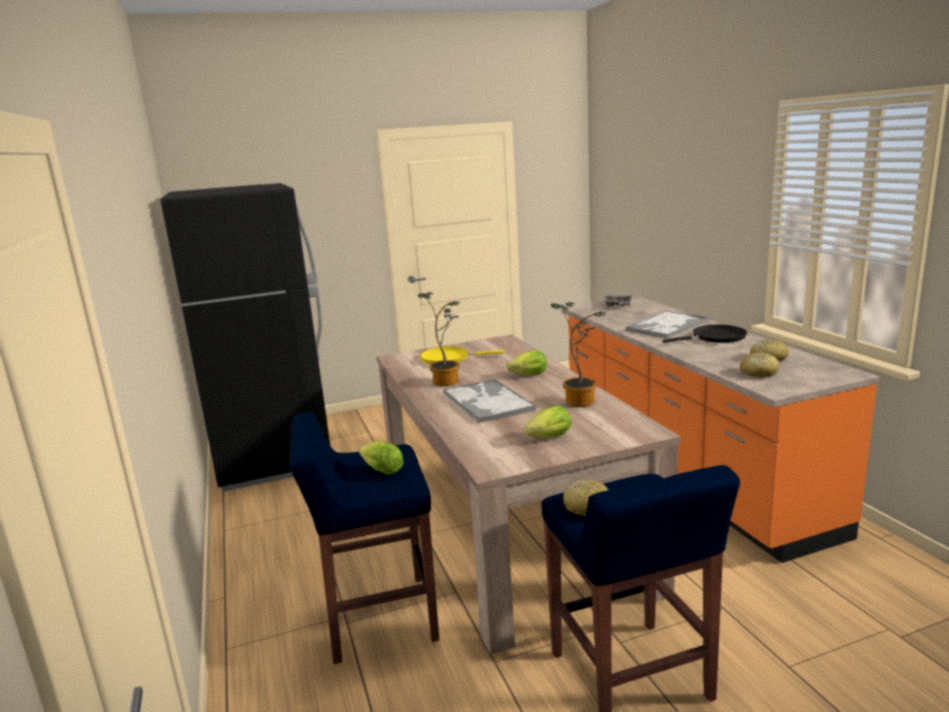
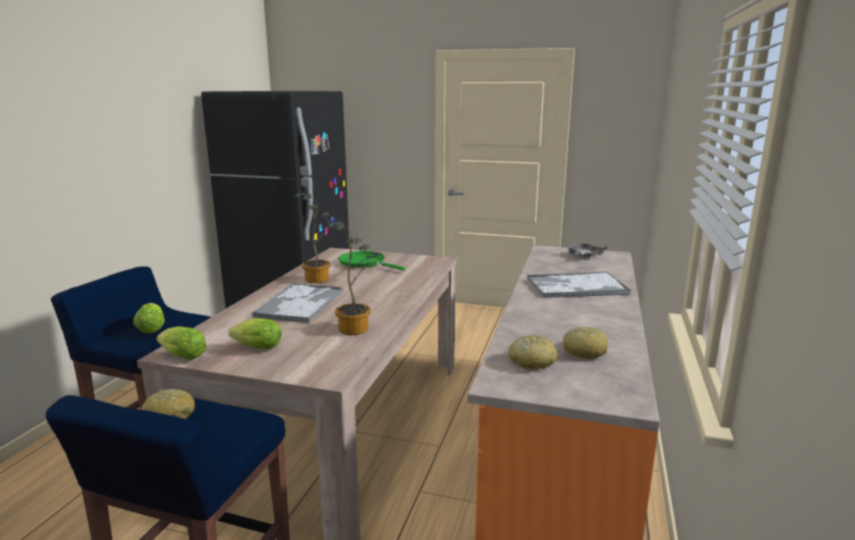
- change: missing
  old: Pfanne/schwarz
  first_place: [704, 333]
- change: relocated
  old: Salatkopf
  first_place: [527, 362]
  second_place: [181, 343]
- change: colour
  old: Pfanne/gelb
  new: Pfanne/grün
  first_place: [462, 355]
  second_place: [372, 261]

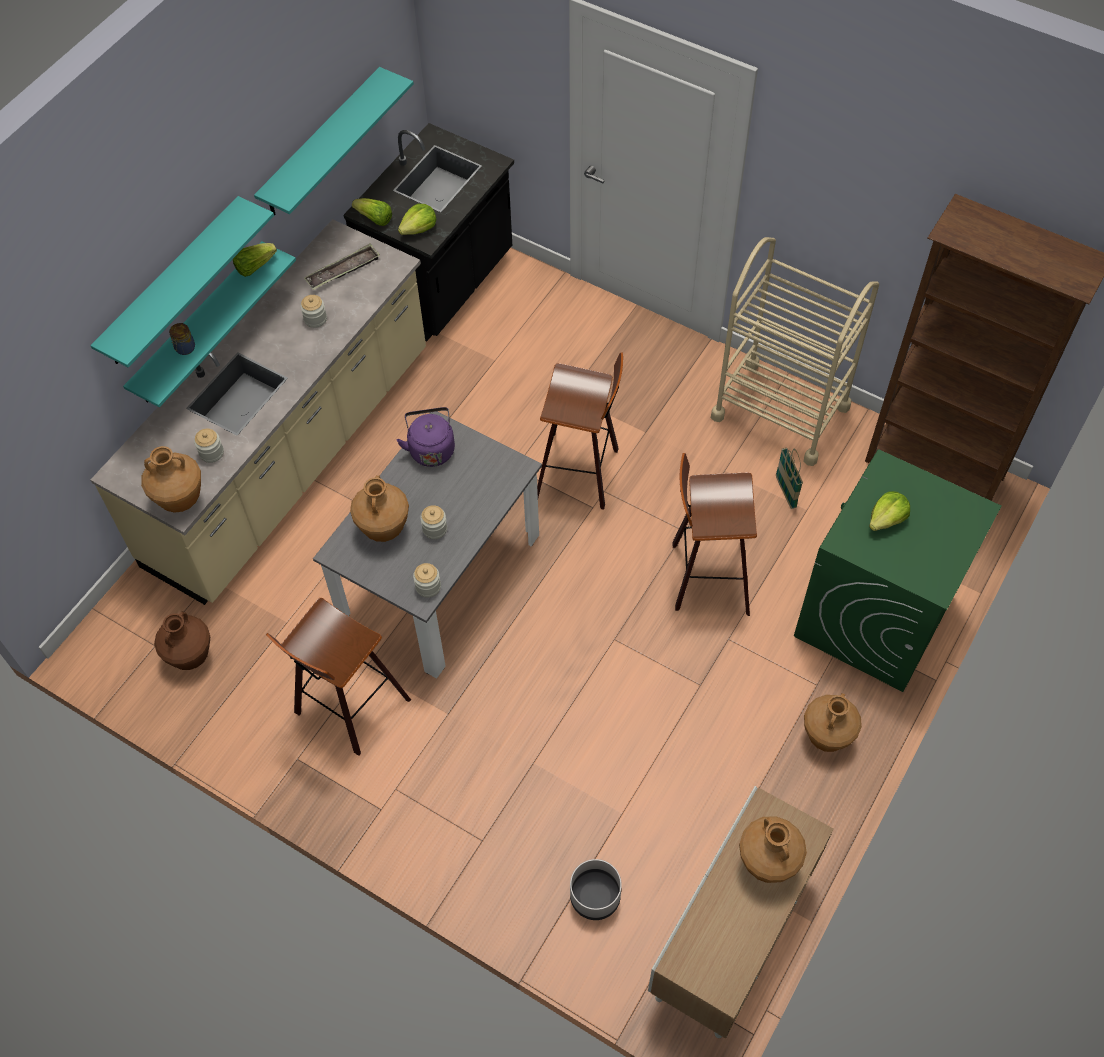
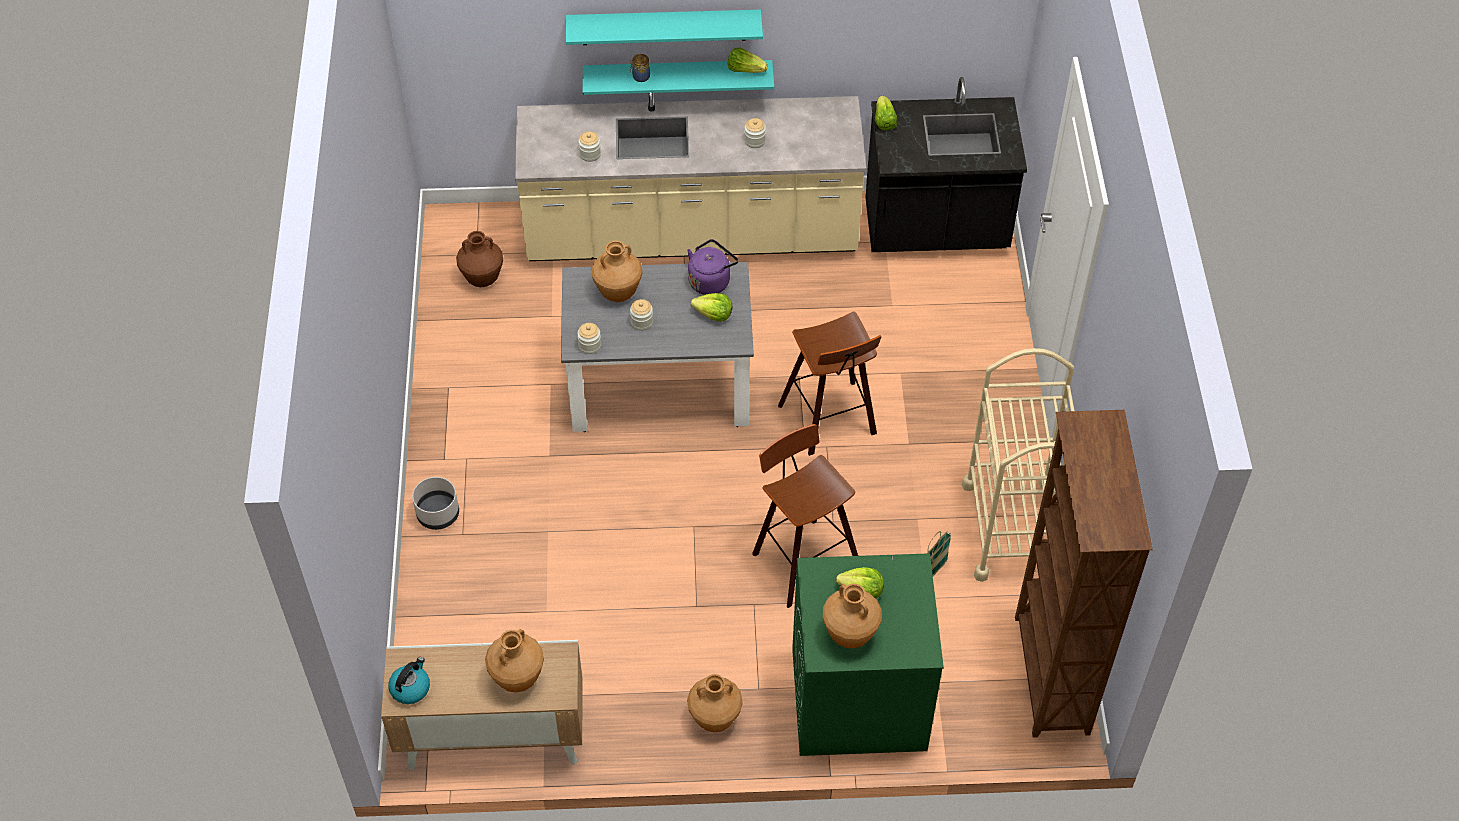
- change: missing
  old: Wandregal/türkis
  first_place: [334, 141]
- change: missing
  old: Hocker
  first_place: [338, 677]
- change: missing
  old: Tablett
  first_place: [342, 266]
- change: appeared
  new: Wasserkessel
  second_place: [409, 680]
- change: relocated
  old: Vase/braun
  first_place: [171, 479]
  second_place: [852, 616]
- change: relocated
  old: Salatkopf
  first_place: [417, 219]
  second_place: [711, 307]
- change: relocated
  old: Pflanzkübel/grau
  first_place: [596, 889]
  second_place: [435, 503]

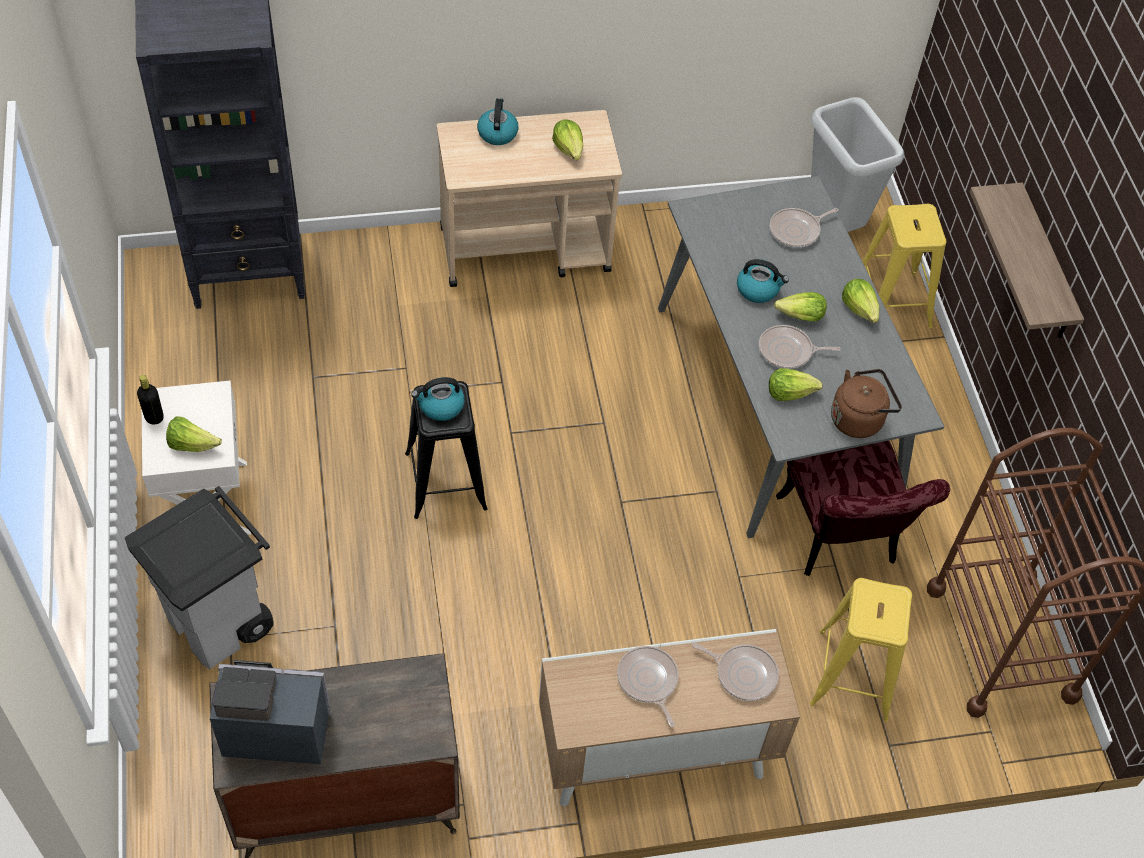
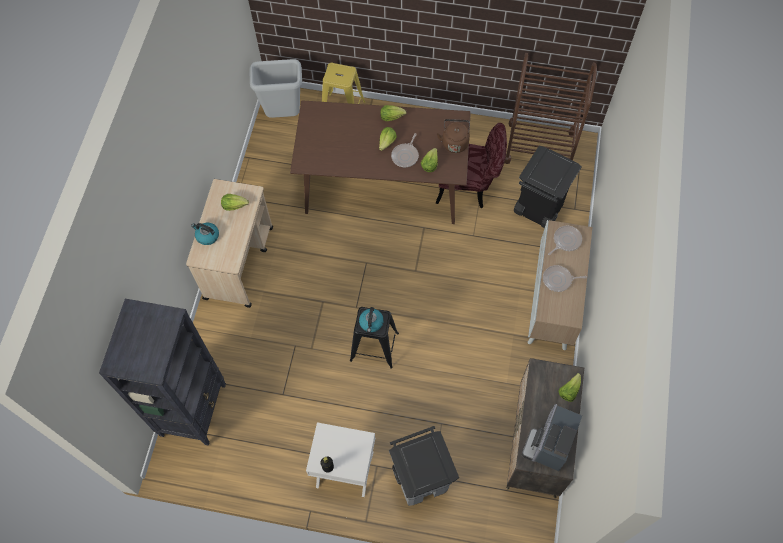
- change: missing
  old: Wasserkessel
  first_place: [763, 281]
- change: missing
  old: Pfanne
  first_place: [804, 228]
- change: missing
  old: Wandregal
  first_place: [1027, 260]
- change: relocated
  old: Salatkopf
  first_place: [194, 434]
  second_place: [569, 387]
- change: exchanged
  old: Hocker/gelb
  new: Mülleimer/schwarz
  first_place: [861, 650]
  second_place: [548, 187]
- change: colour
  old: Esstisch/grau
  new: Esstisch/braun
  first_place: [801, 357]
  second_place: [380, 162]

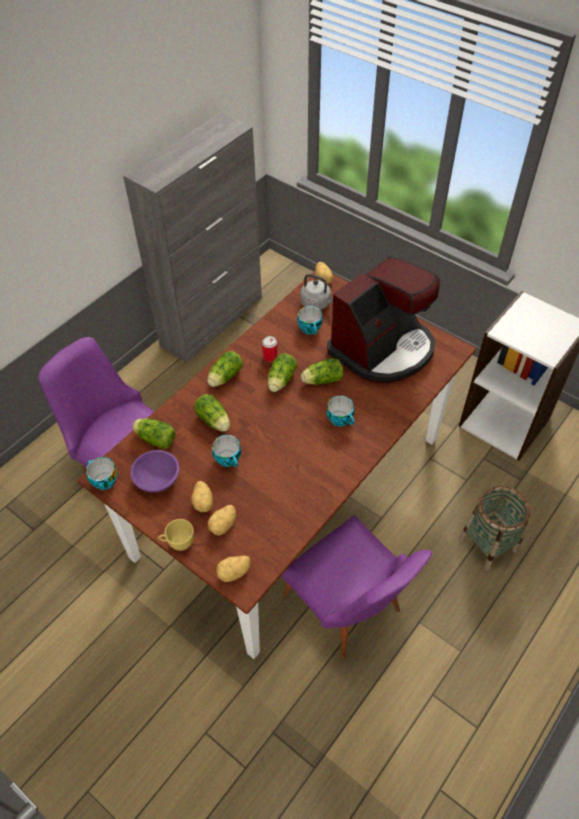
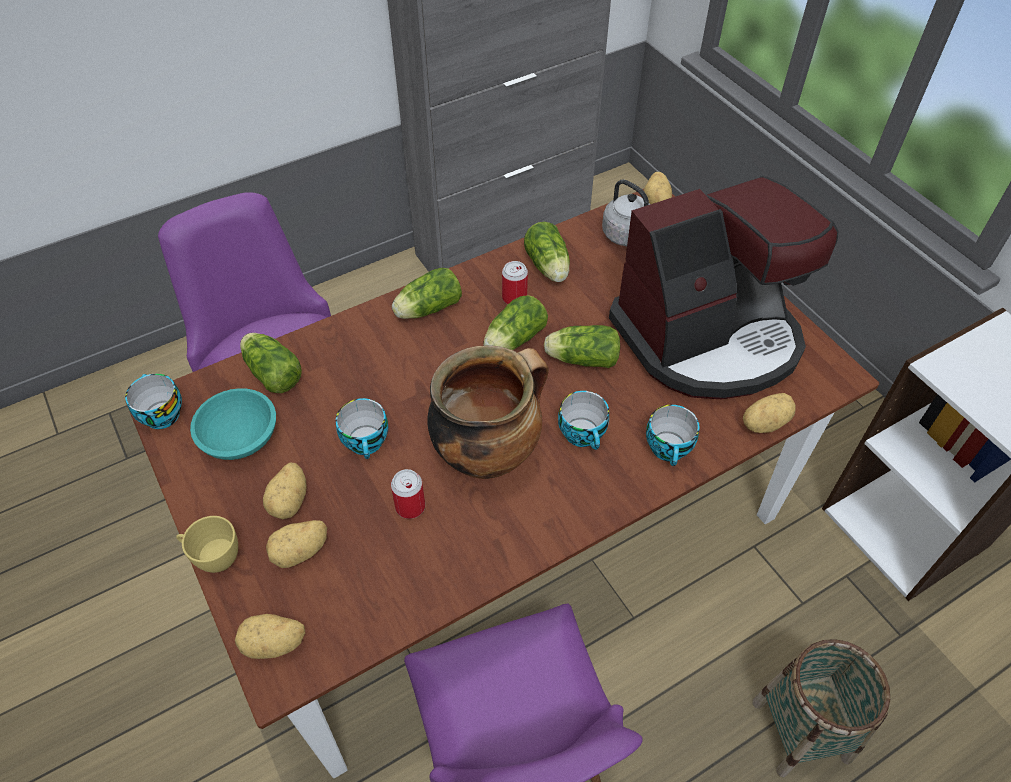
- change: appeared
  new: Dose
  second_place: [408, 494]
- change: appeared
  new: Kochtopf
  second_place: [488, 412]
- change: appeared
  new: Kartoffel
  second_place: [769, 413]
- change: relocated
  old: Salatkopf
  first_place: [212, 413]
  second_place: [547, 252]
- change: relocated
  old: Tasse
  first_place: [310, 320]
  second_place: [673, 435]
- change: colour
  old: Schüssel/lila
  new: Schüssel/türkis
  first_place: [154, 471]
  second_place: [233, 424]

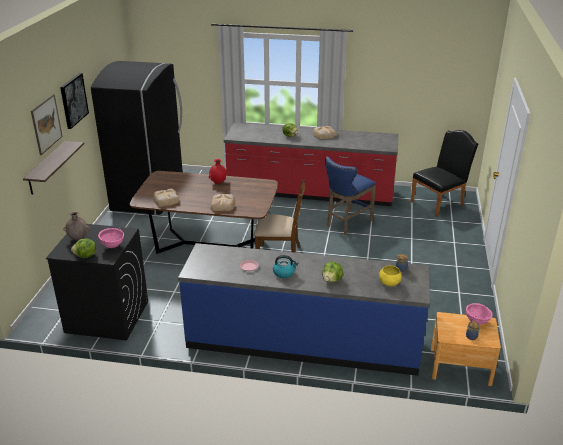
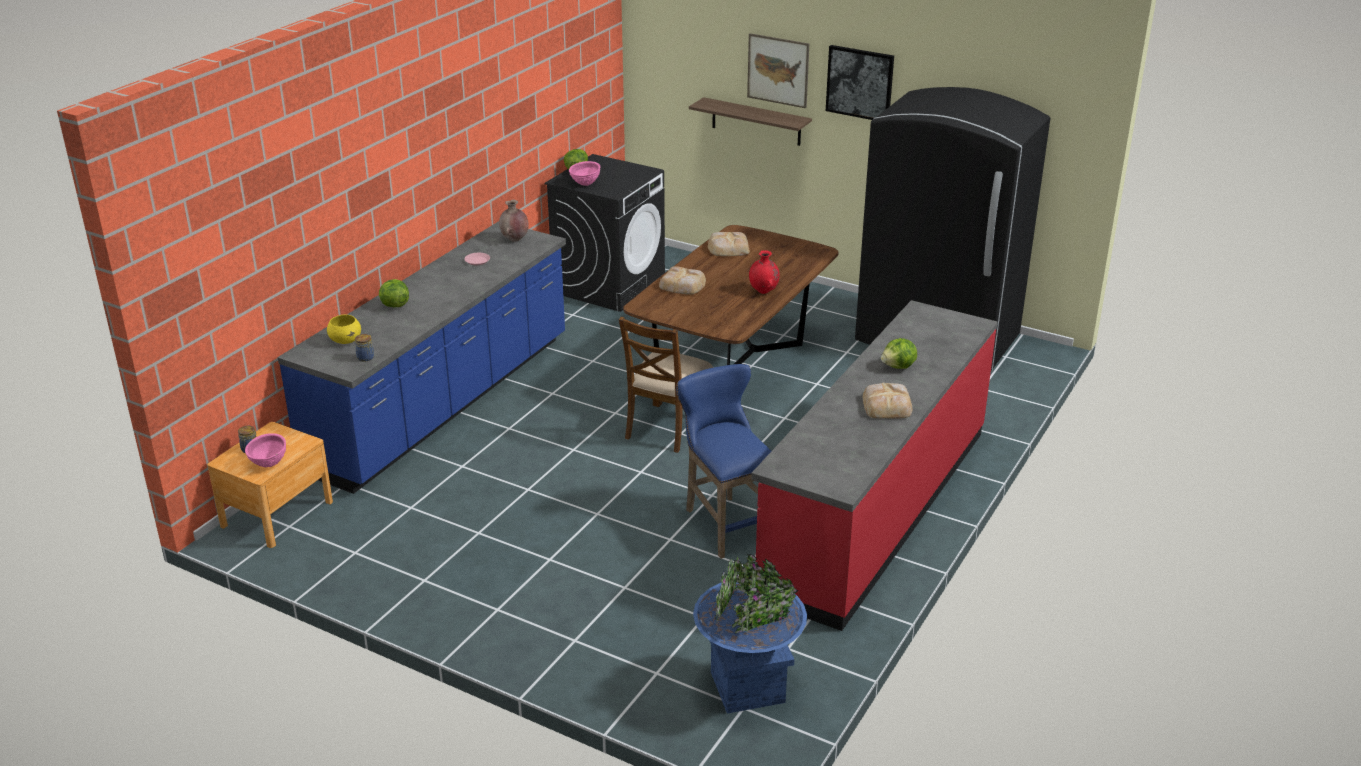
- change: missing
  old: Wasserkessel
  first_place: [285, 266]
- change: relocated
  old: Vase/braun
  first_place: [76, 225]
  second_place: [514, 221]
- change: exchanged
  old: Stuhl/schwarz
  new: Pflanzkübel/blau
  first_place: [444, 173]
  second_place: [750, 634]

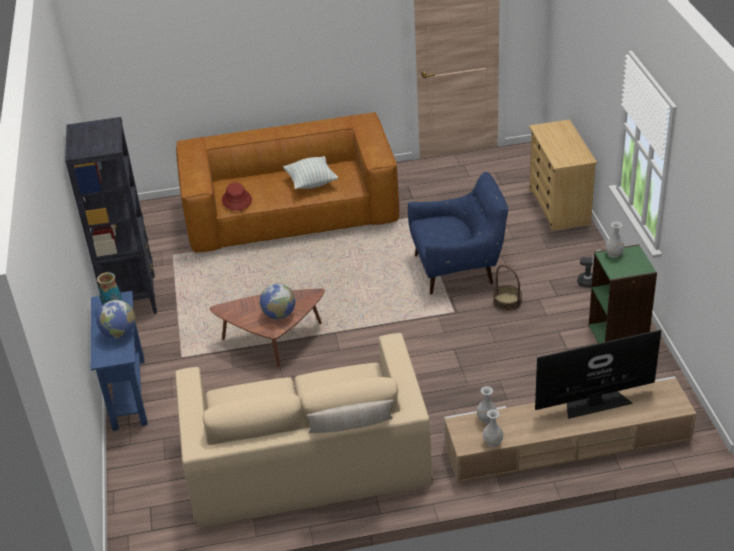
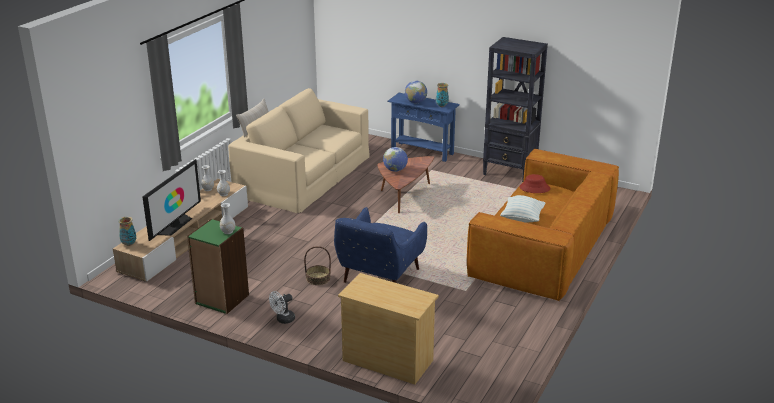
- change: appeared
  new: Vase
  second_place: [127, 231]

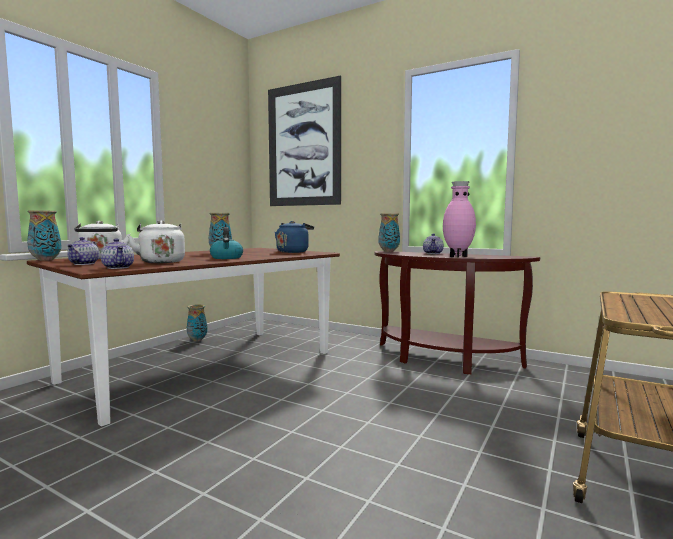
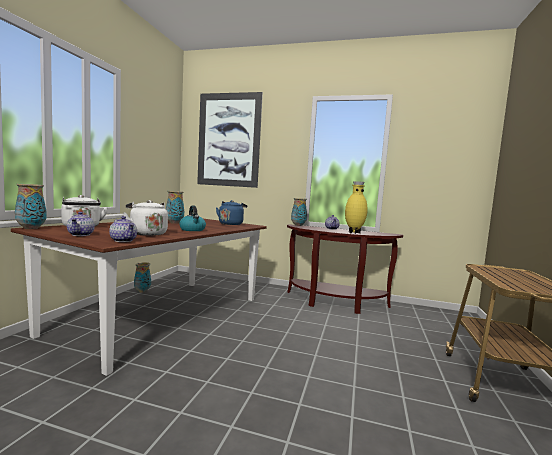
- change: colour
  old: Vase/rosa
  new: Vase/gelb
  first_place: [459, 219]
  second_place: [356, 207]

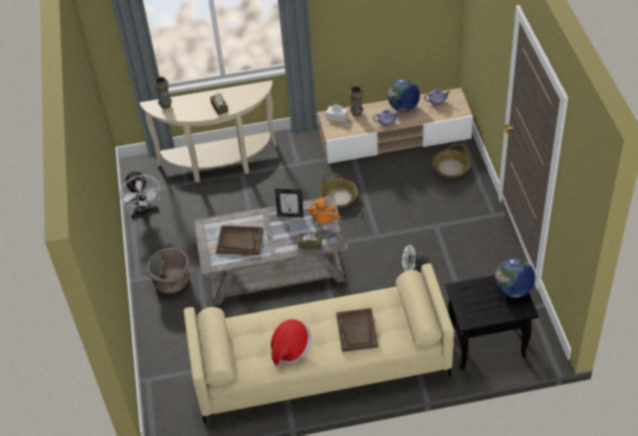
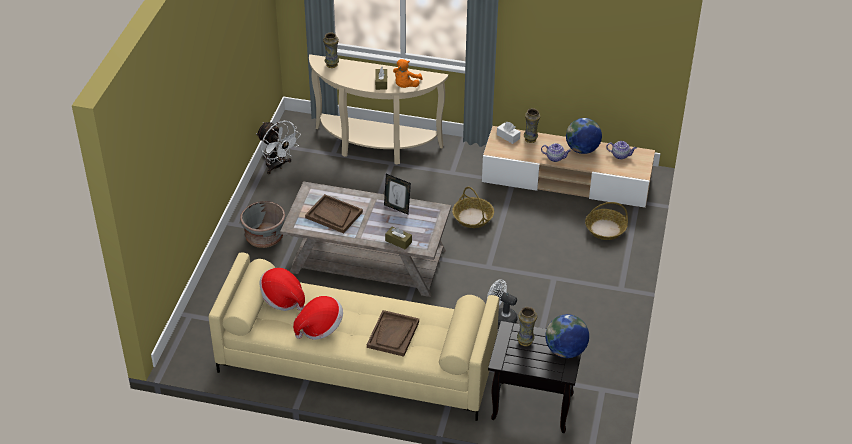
- change: appeared
  new: Hut
  second_place: [282, 289]
- change: appeared
  new: Vase
  second_place: [527, 326]
- change: relocated
  old: Plüschtier/orange
  first_place: [323, 211]
  second_place: [407, 73]
- change: spun
  old: Ventilator/weiß
  first_place: [140, 194]
  second_place: [278, 147]
  degrees: -45

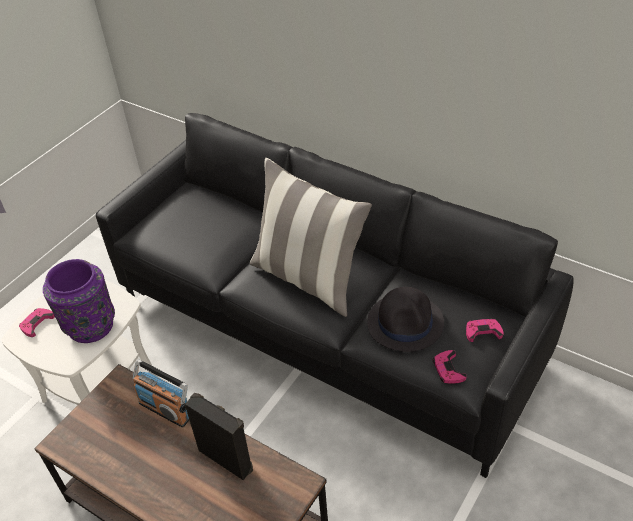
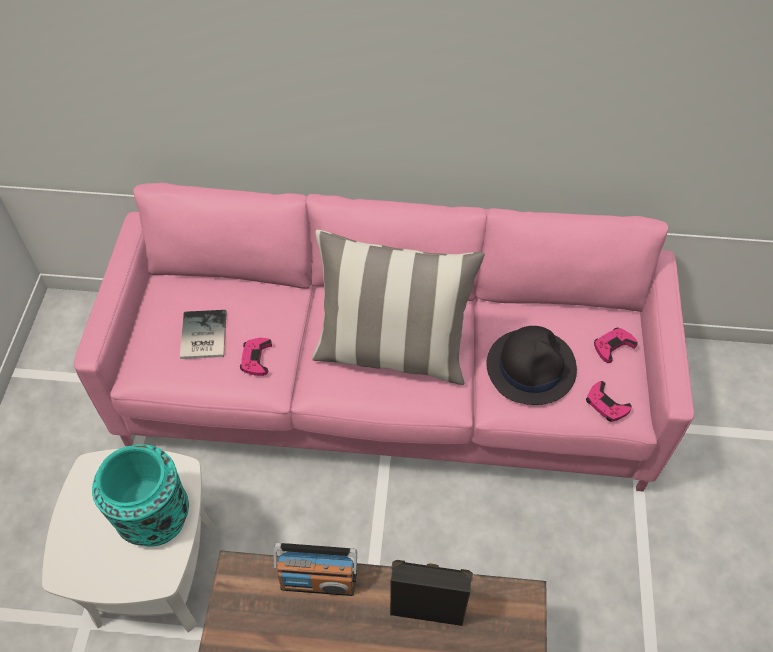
- change: appeared
  new: Buch
  second_place: [203, 334]
- change: relocated
  old: Gamepad/rosa
  first_place: [37, 322]
  second_place: [256, 357]
- change: colour
  old: Vase/lila
  new: Vase/türkis
  first_place: [79, 301]
  second_place: [140, 495]
- change: colour
  old: Sofa/schwarz
  new: Sofa/rosa
  first_place: [335, 295]
  second_place: [384, 337]

